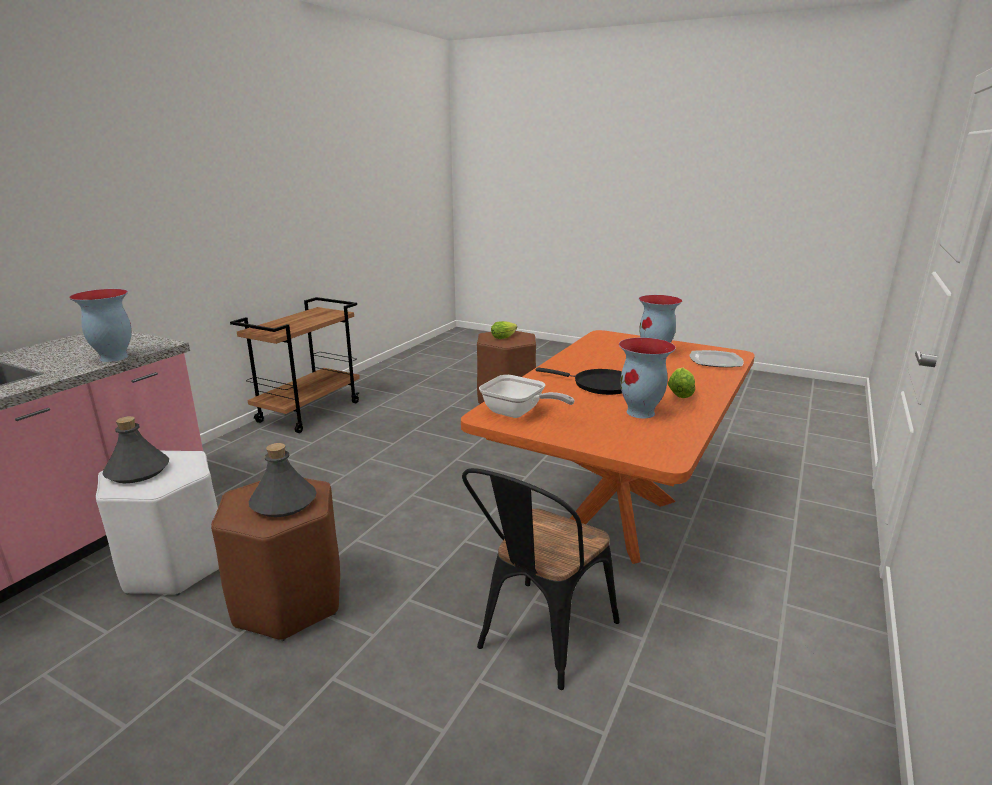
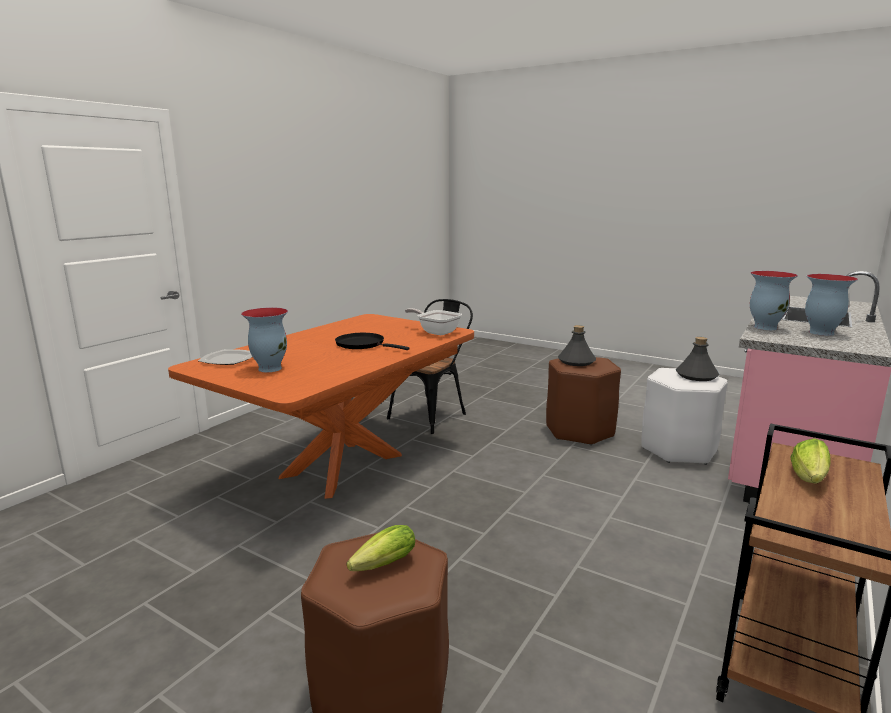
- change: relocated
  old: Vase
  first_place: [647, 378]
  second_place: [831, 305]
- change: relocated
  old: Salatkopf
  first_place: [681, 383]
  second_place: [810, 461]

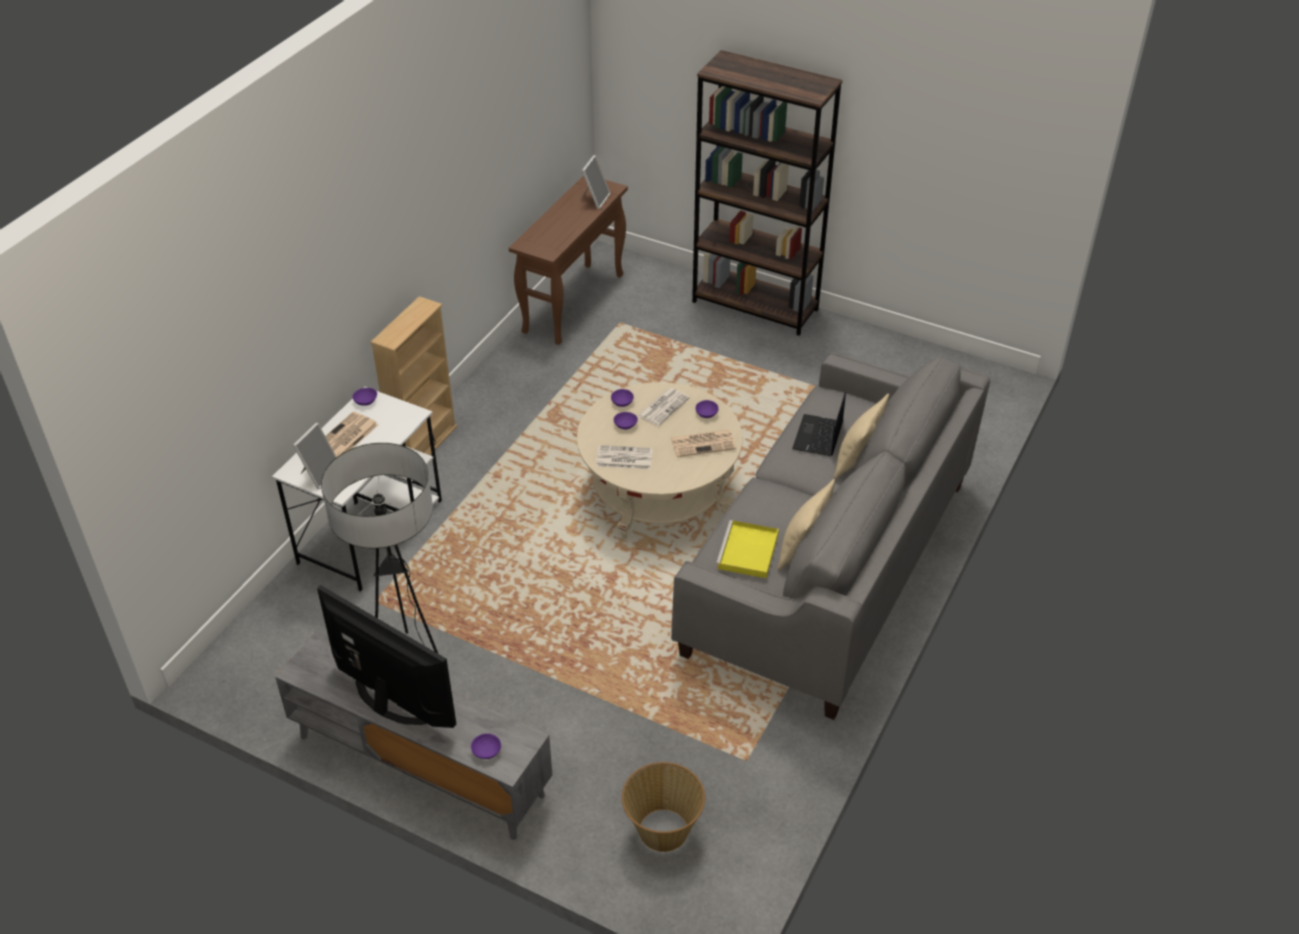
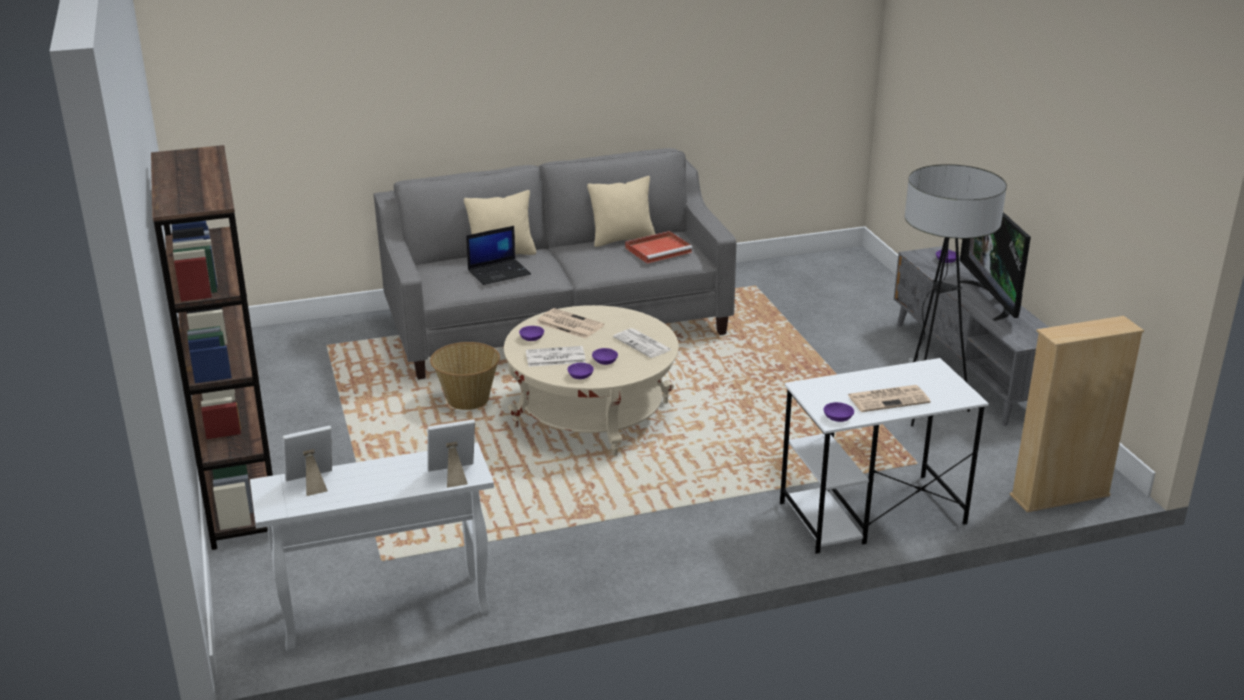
- change: relocated
  old: Bilderrahmen
  first_place: [314, 456]
  second_place: [451, 453]
- change: relocated
  old: Bücherregal/beige
  first_place: [413, 375]
  second_place: [1077, 414]
- change: relocated
  old: Korb
  first_place: [663, 807]
  second_place: [465, 376]
- change: colour
  old: Konsolentisch/braun
  new: Konsolentisch/weiß
  first_place: [568, 260]
  second_place: [372, 547]
- change: colour
  old: Tablett/gelb
  new: Tablett/rot
  first_place: [747, 549]
  second_place: [659, 247]

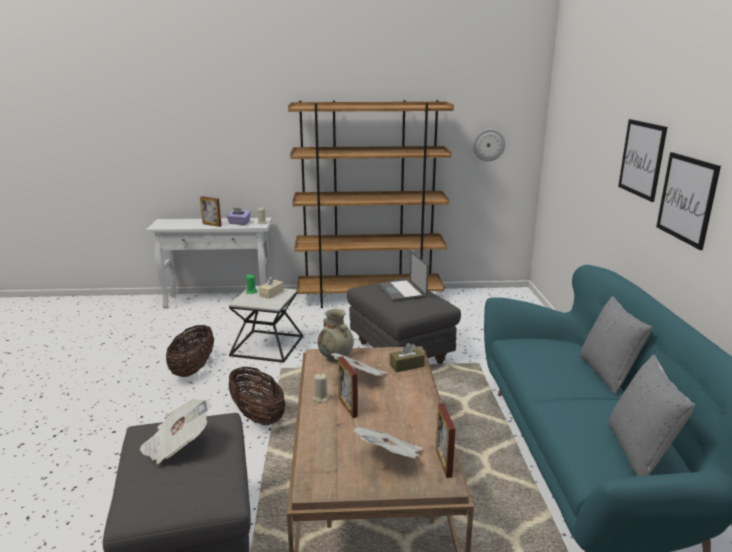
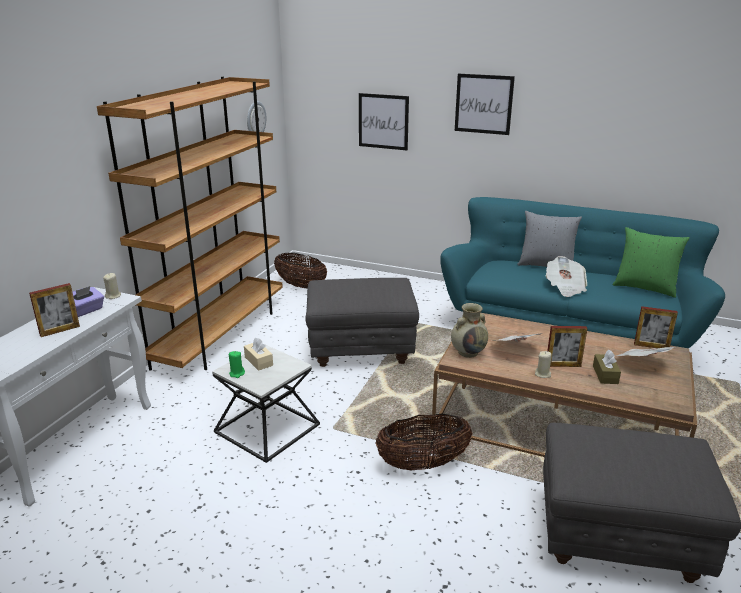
- change: missing
  old: Laptop
  first_place: [403, 276]
- change: relocated
  old: Zeitung
  first_place: [175, 431]
  second_place: [566, 276]
- change: relocated
  old: Korb
  first_place: [190, 351]
  second_place: [300, 270]
- change: relocated
  old: Taschentuchbox/braun
  first_place: [407, 357]
  second_place: [607, 367]
- change: relocated
  old: Bild
  first_place: [688, 201]
  second_place: [384, 121]
- change: colour
  old: Kissen/grau
  new: Kissen/grün
  first_place: [652, 415]
  second_place: [651, 262]

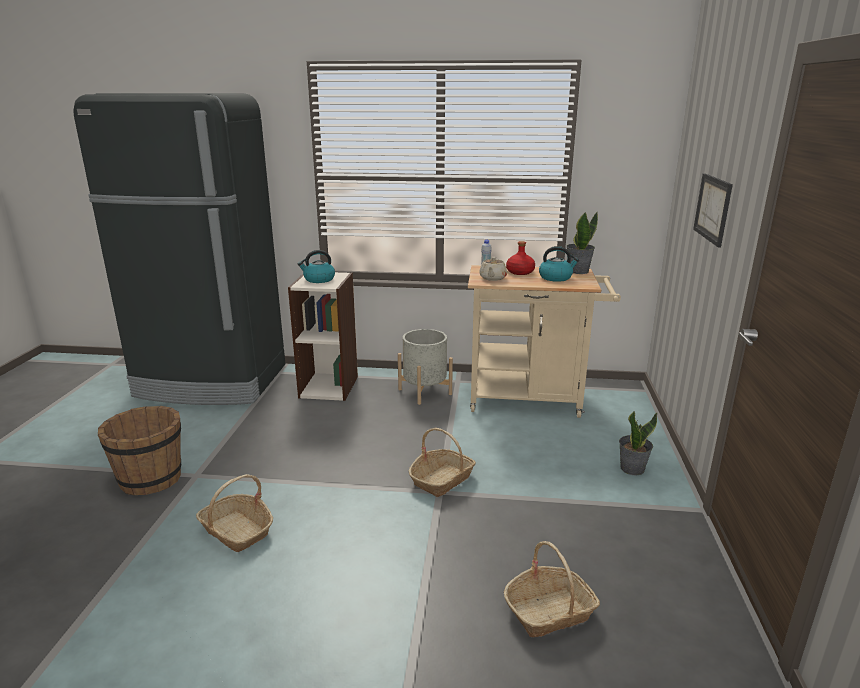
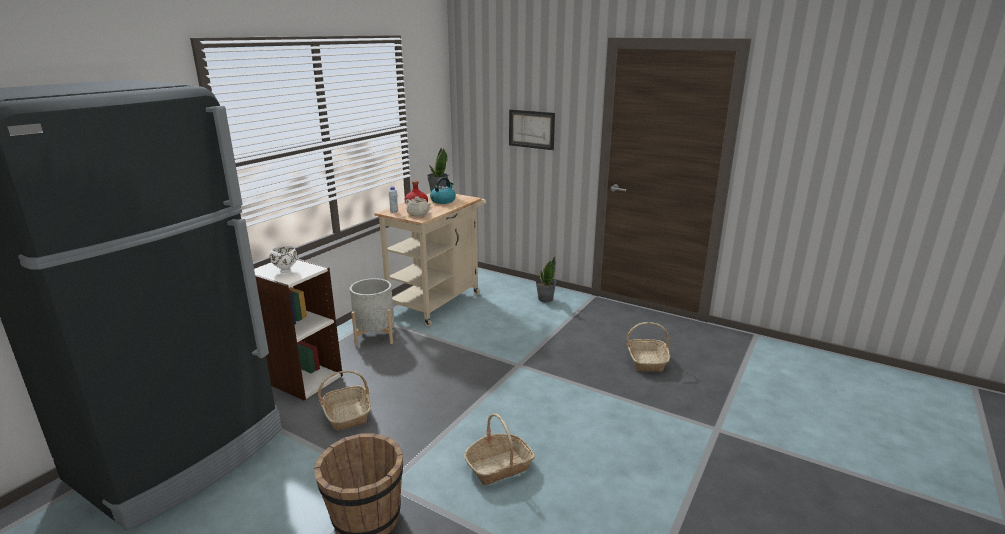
- change: relocated
  old: Korb
  first_place: [442, 462]
  second_place: [344, 400]
- change: exchanged
  old: Wasserkessel
  new: Schüssel/weiß
  first_place: [316, 266]
  second_place: [283, 259]

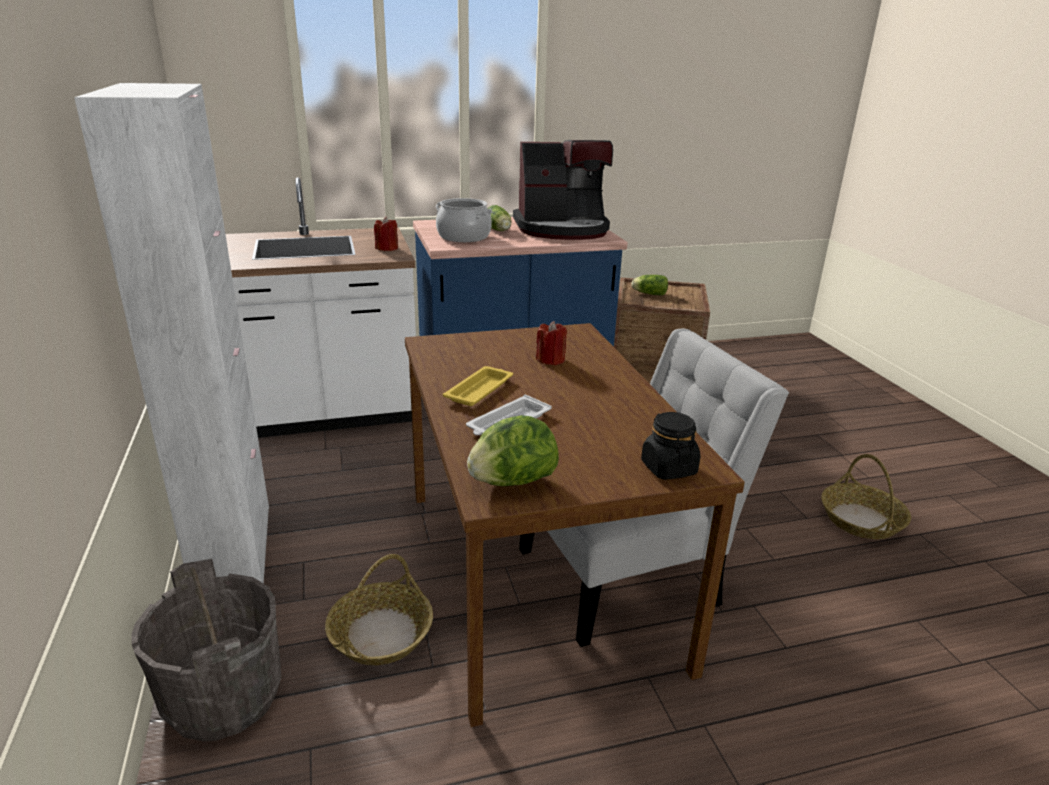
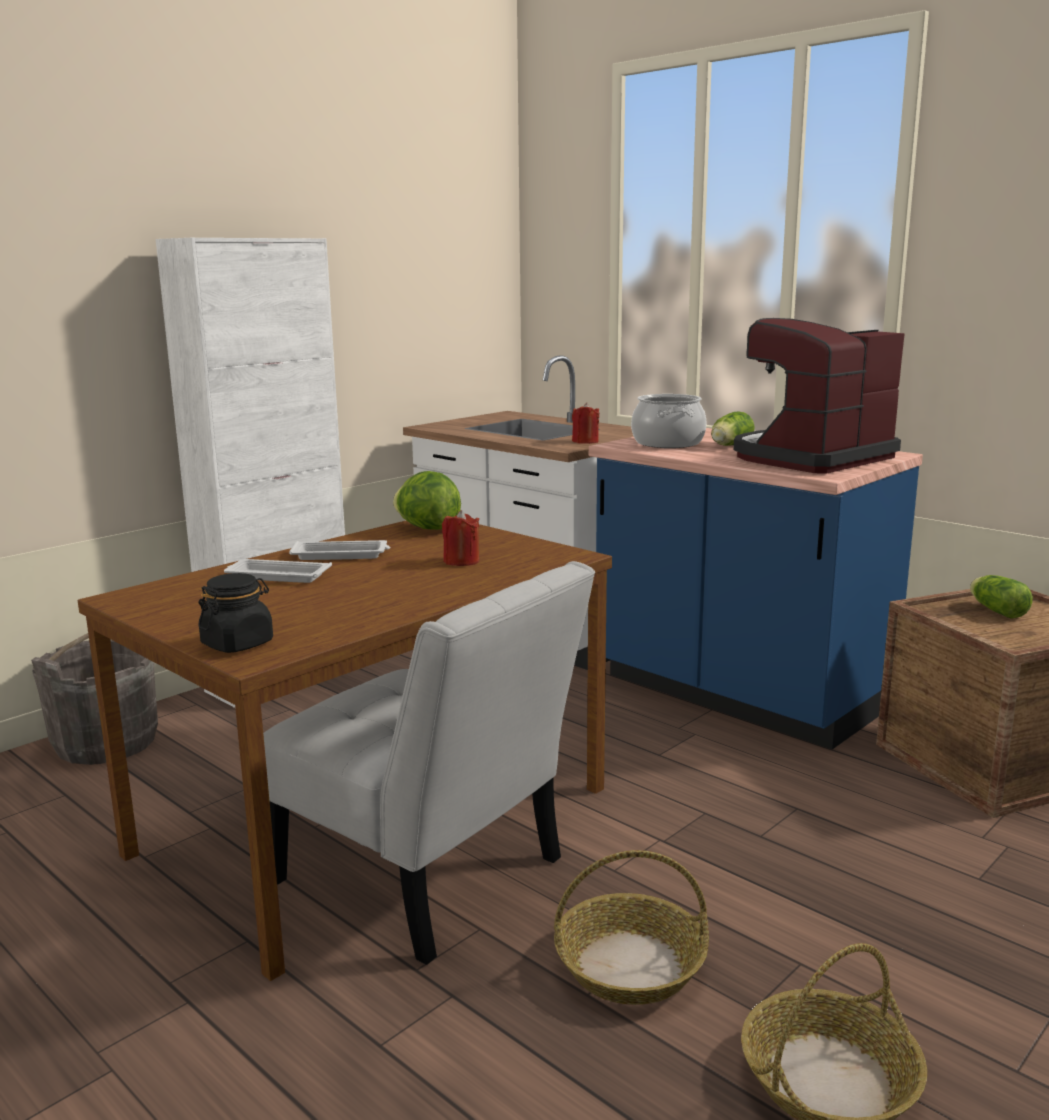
- change: relocated
  old: Korb
  first_place: [379, 609]
  second_place: [631, 927]
- change: relocated
  old: Salatkopf
  first_place: [513, 450]
  second_place: [427, 500]
- change: colour
  old: Tablett/gelb
  new: Tablett/weiß
  first_place: [478, 386]
  second_place: [339, 550]
- change: spun
  old: Kaffeemaschine
  first_place: [563, 190]
  second_place: [819, 395]
  degrees: 90

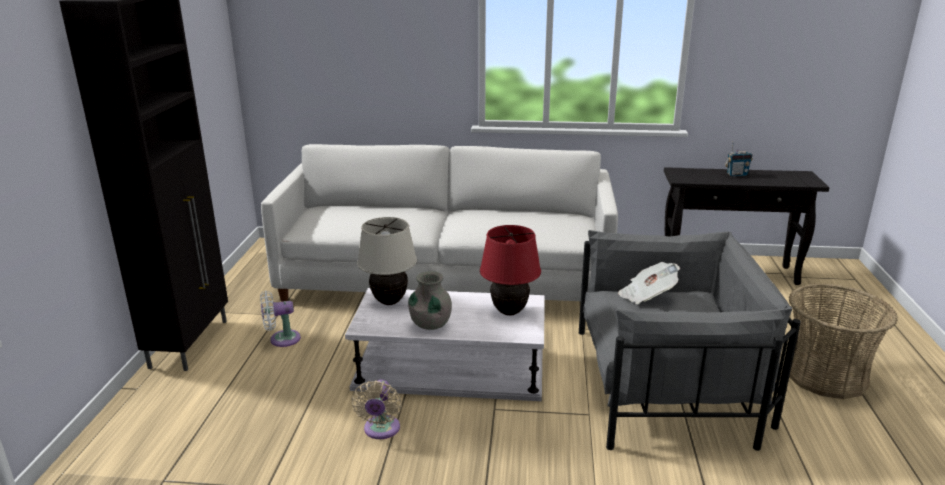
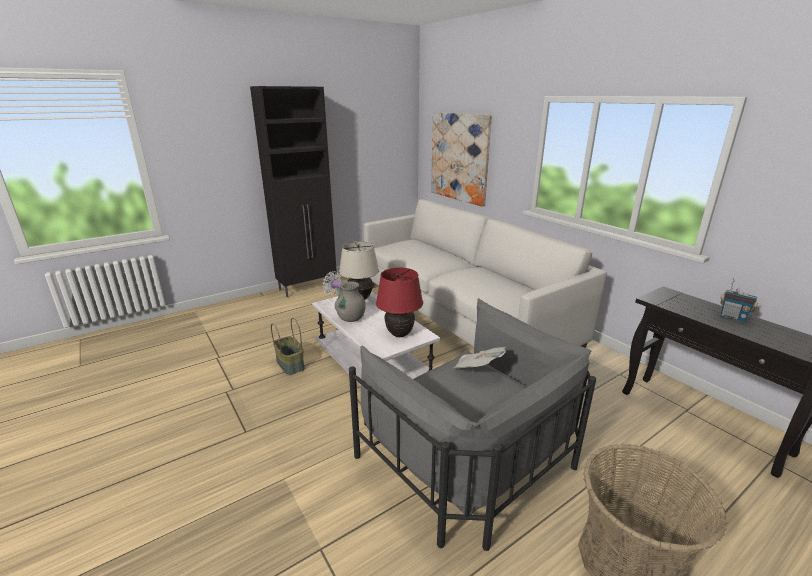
- change: appeared
  new: Bild
  second_place: [461, 159]
- change: exchanged
  old: Ventilator/beige
  new: Korb
  first_place: [376, 409]
  second_place: [288, 346]

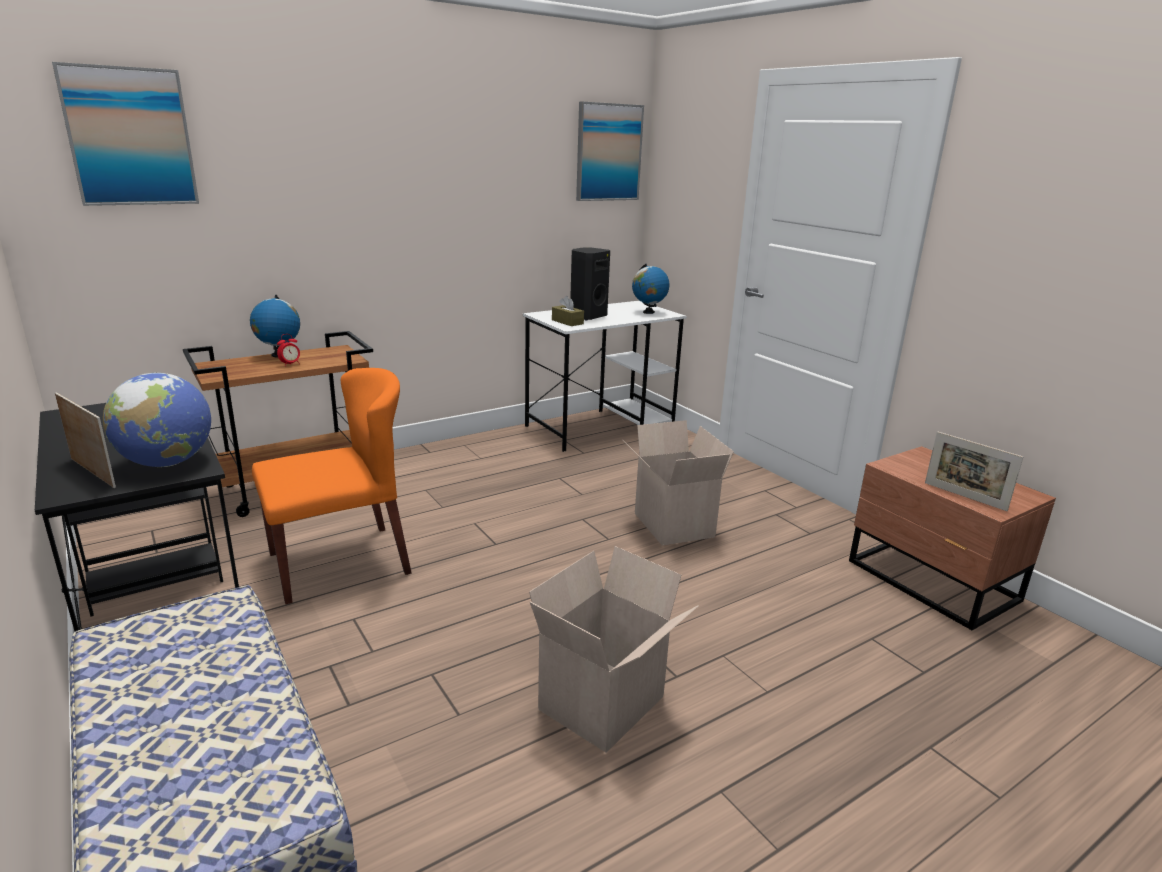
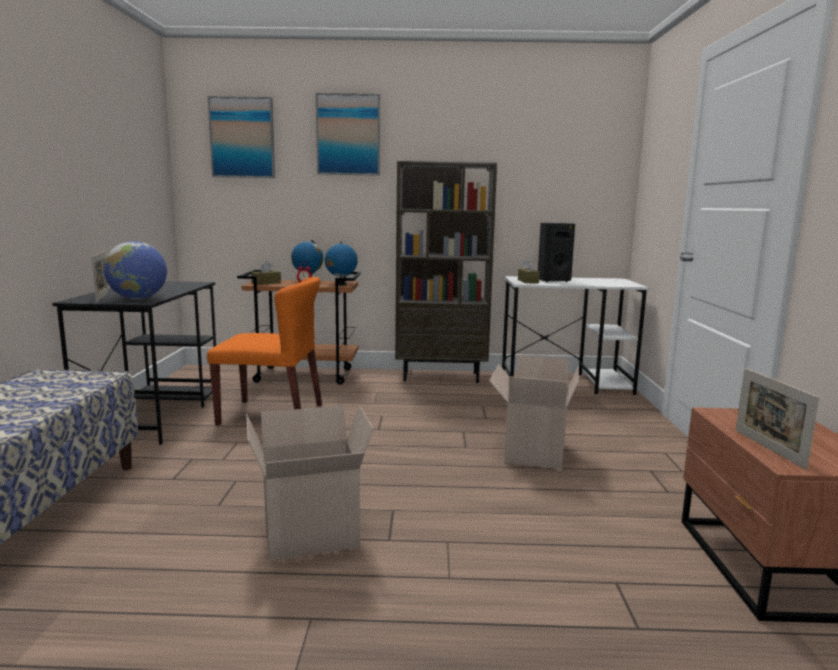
- change: appeared
  new: Taschentuchbox/braun
  second_place: [266, 273]
- change: appeared
  new: Bücherregal/braun
  second_place: [446, 272]
- change: relocated
  old: Bild
  first_place: [610, 151]
  second_place: [348, 134]
- change: relocated
  old: Globus
  first_place: [651, 288]
  second_place: [341, 263]

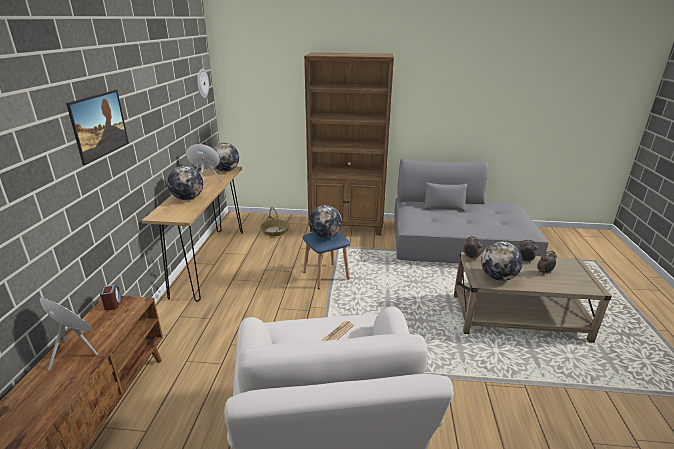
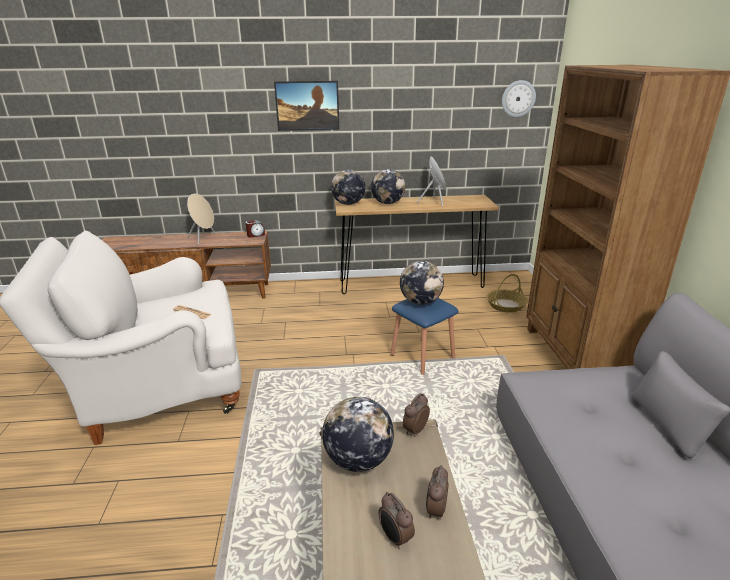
- change: relocated
  old: Globus
  first_place: [226, 157]
  second_place: [348, 187]

